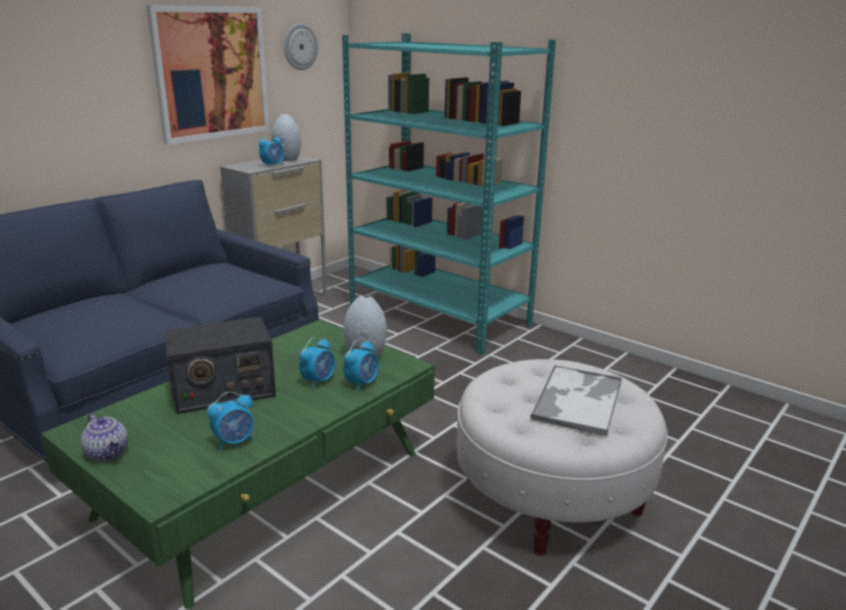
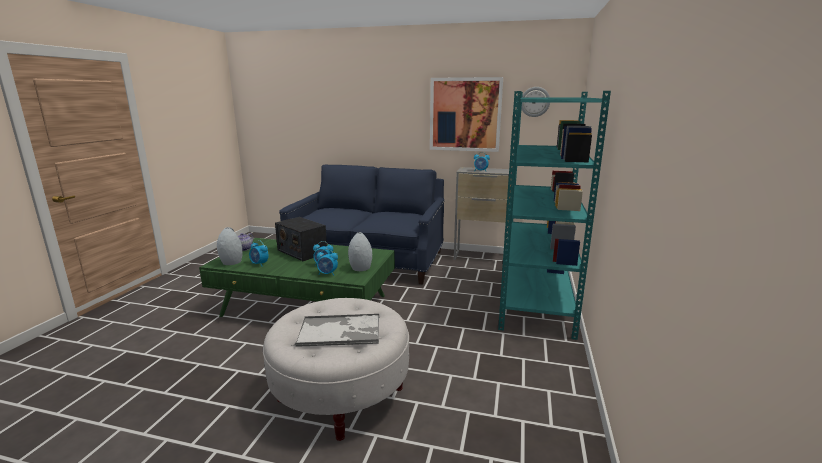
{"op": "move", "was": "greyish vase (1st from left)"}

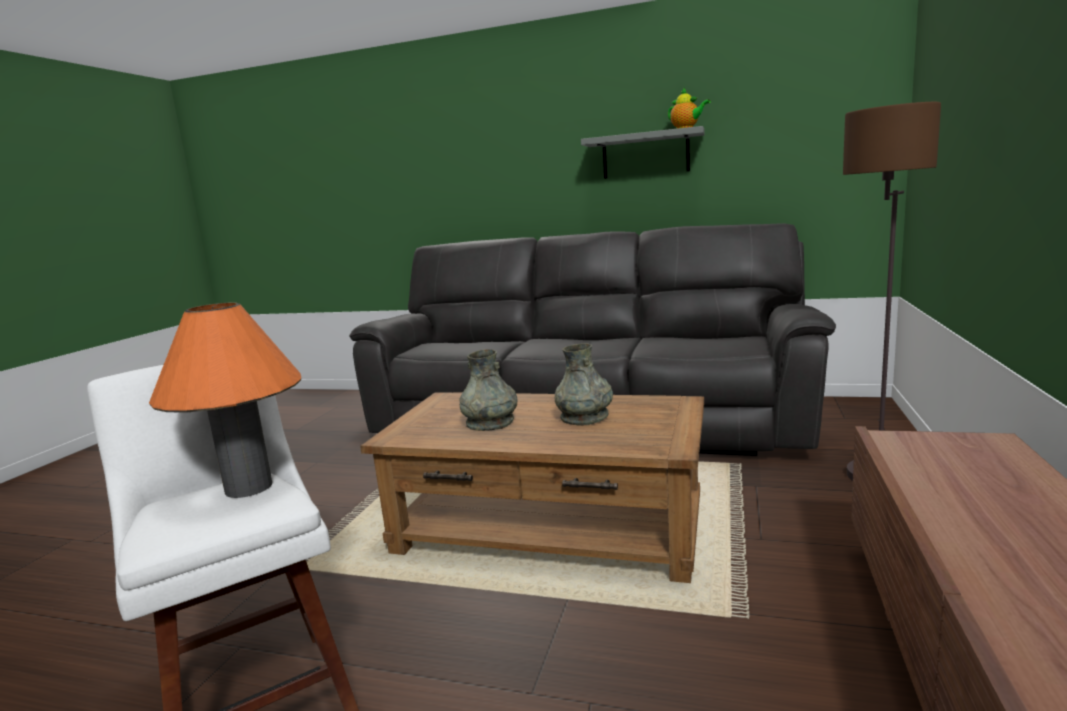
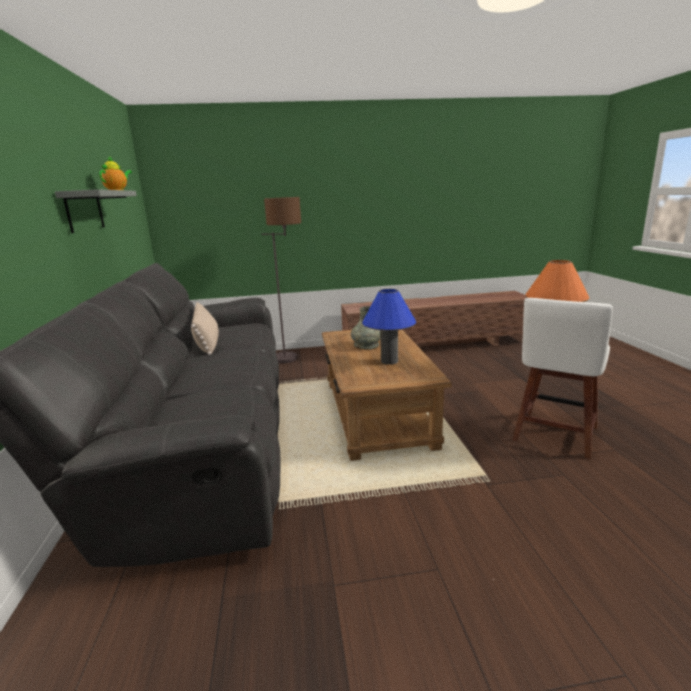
{"op": "insert", "now": "beige throw pillow"}
{"op": "replace", "was": "greyish vase (1st from left)", "now": "blue-coloured table lamp"}

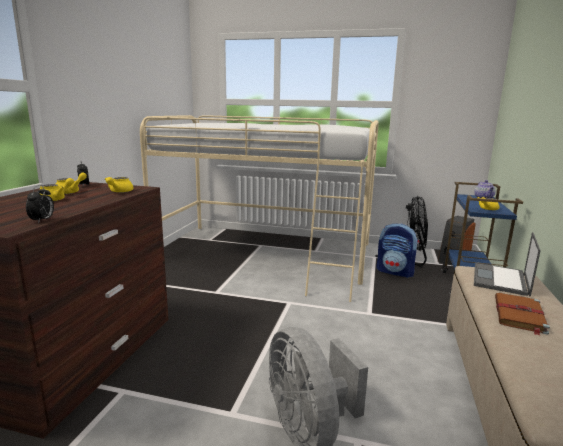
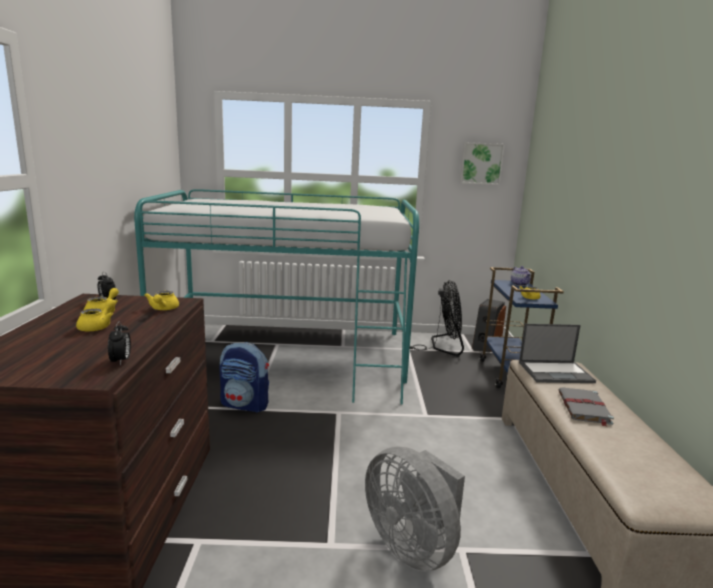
{"op": "recolor", "was": "beige bedroom bed", "now": "blue-green bedroom bed"}
{"op": "move", "was": "rucksack"}
{"op": "insert", "now": "picture"}
{"op": "rotate", "was": "laptop", "clockwise": -105}
{"op": "recolor", "was": "brownish book", "now": "greyish book"}

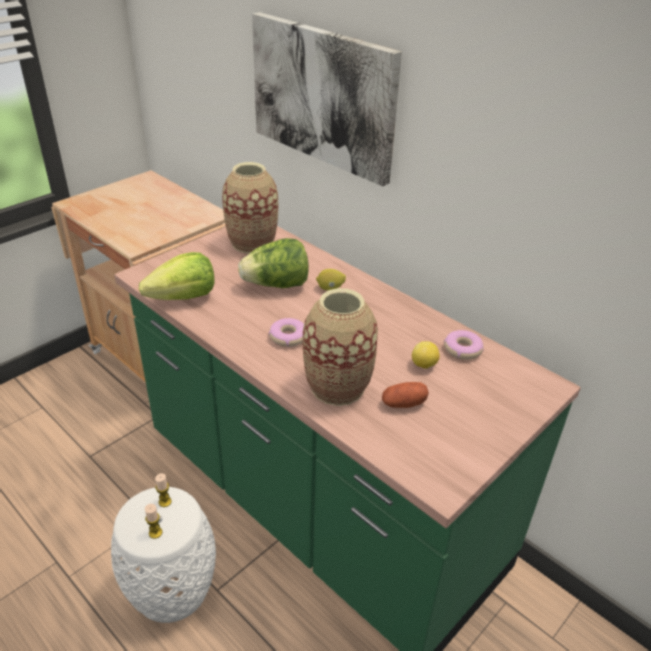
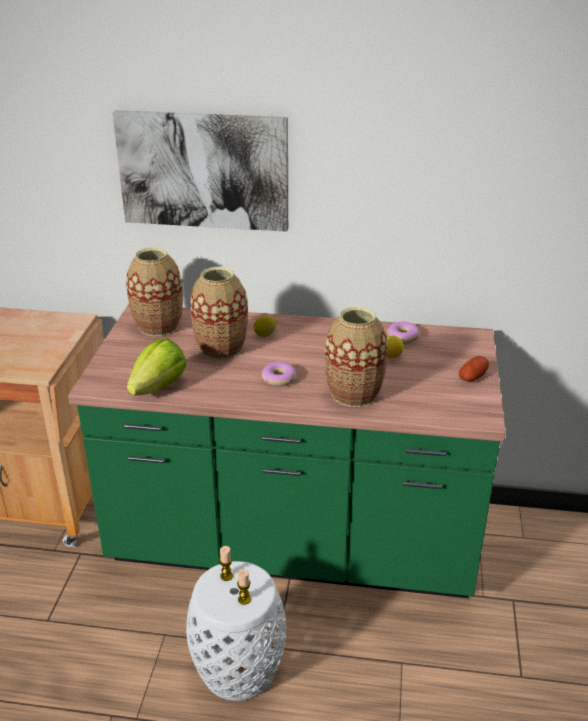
{"op": "replace", "was": "lettuce (2nd from left)", "now": "vase (2nd from left)"}
{"op": "move", "was": "potato"}

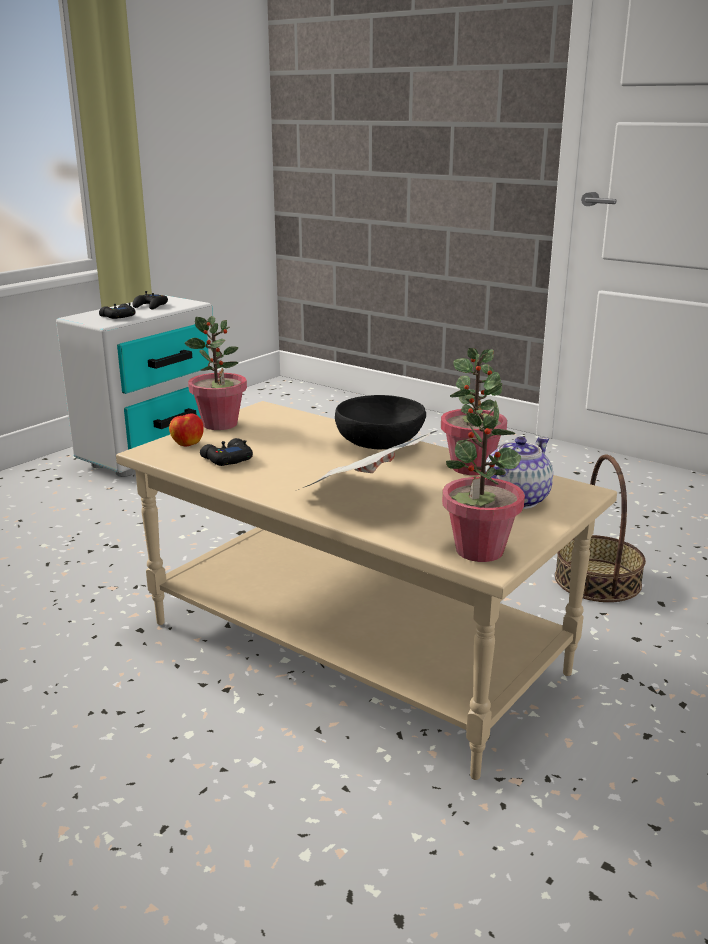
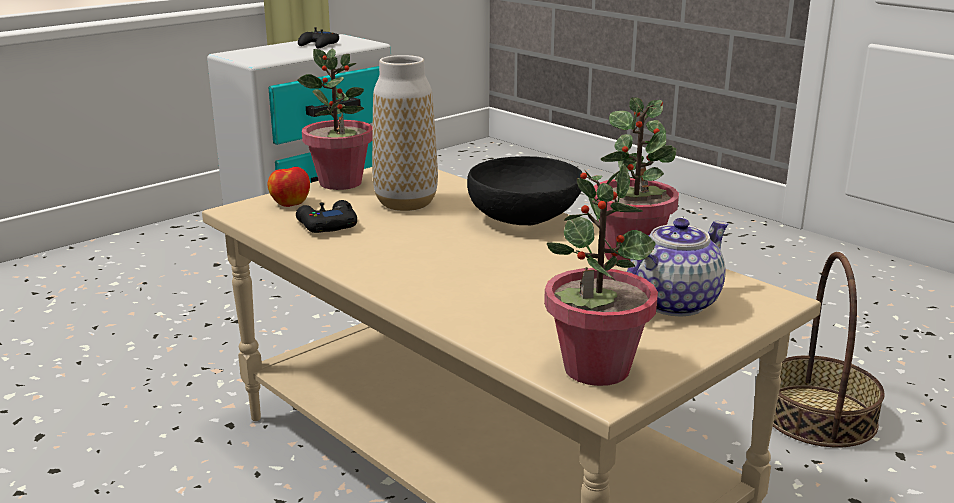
{"op": "insert", "now": "vase"}
{"op": "delete", "was": "blackish gamepad (1st from left)"}
{"op": "delete", "was": "newspaper"}

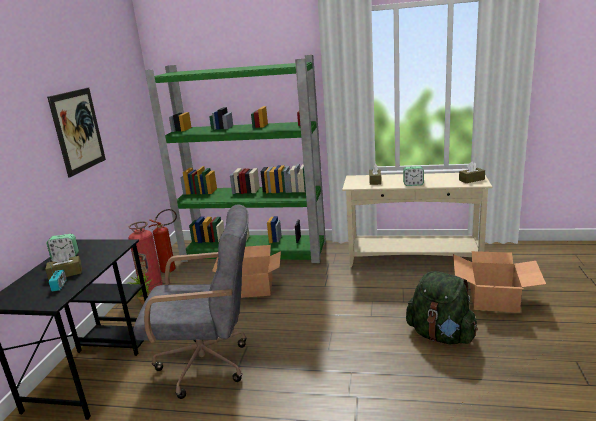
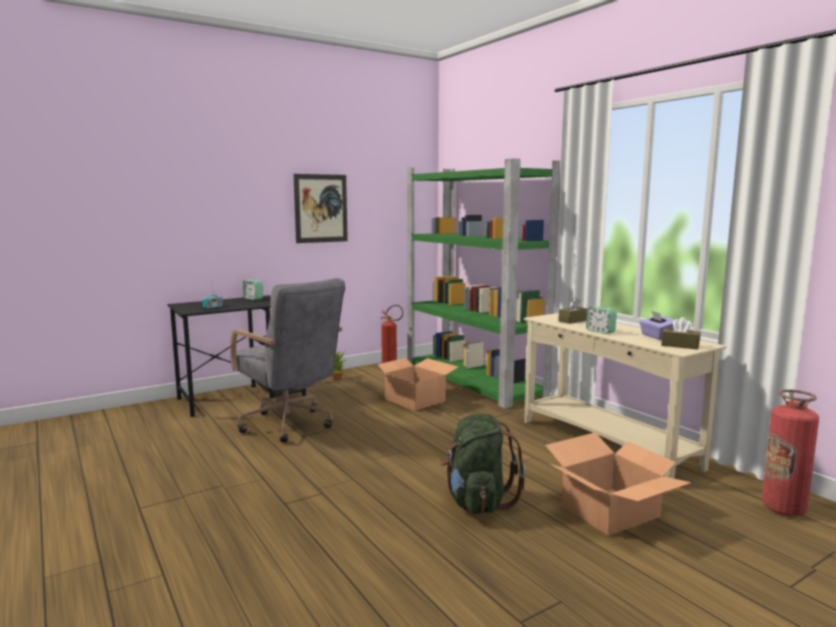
{"op": "insert", "now": "purple-coloured tissue box"}
{"op": "move", "was": "fire extinguisher (1st from left in the first image)", "now": "fire extinguisher (2nd from left)"}
{"op": "delete", "was": "brownish tissue box (1st from left)"}

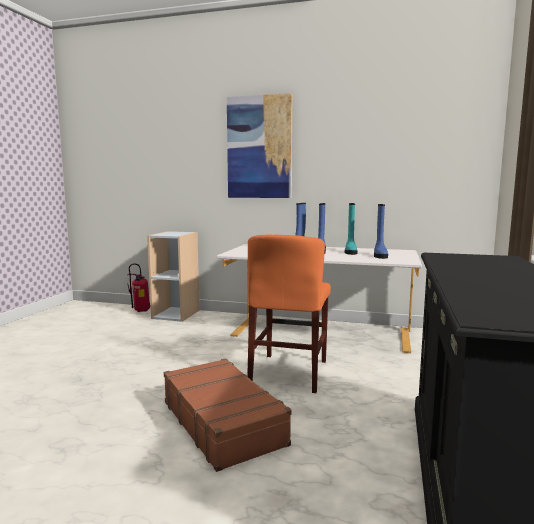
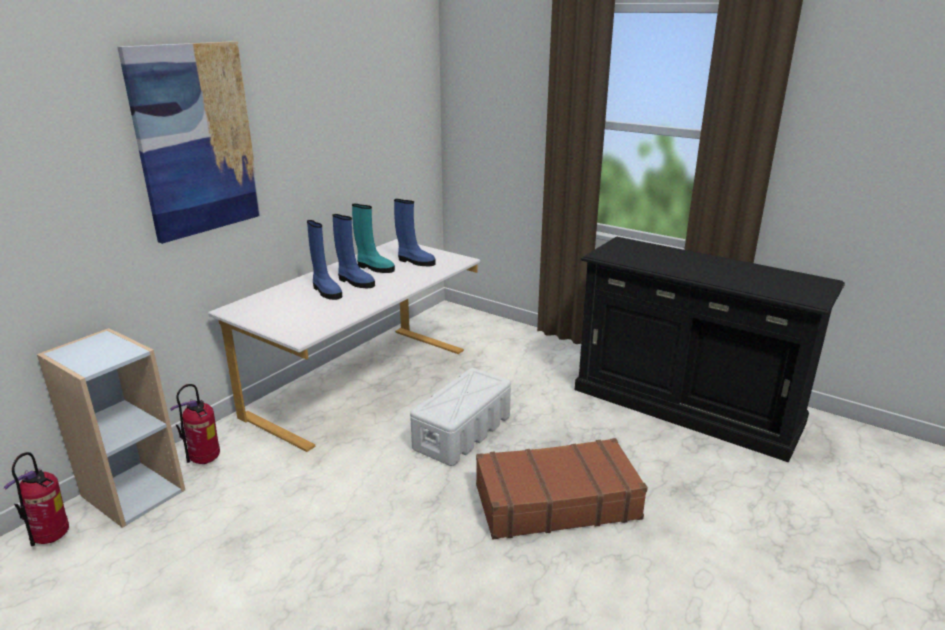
{"op": "insert", "now": "fire extinguisher (2nd from left)"}
{"op": "replace", "was": "orange upright chair", "now": "white-coloured storage bin"}

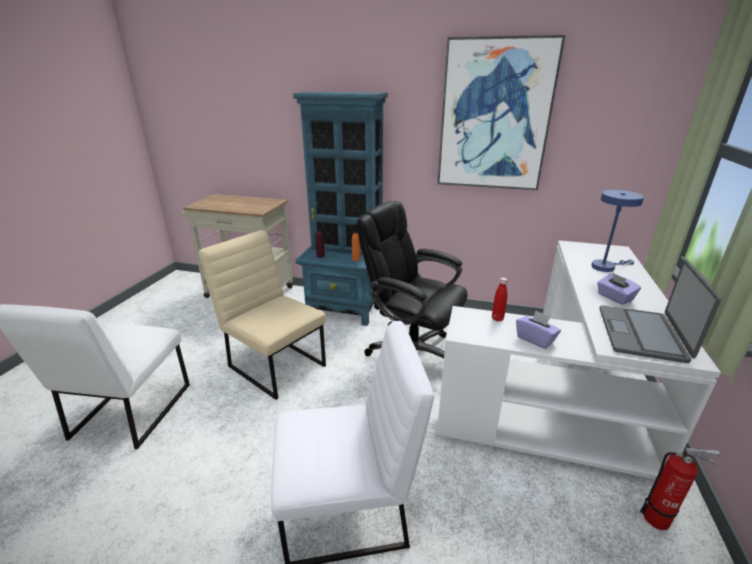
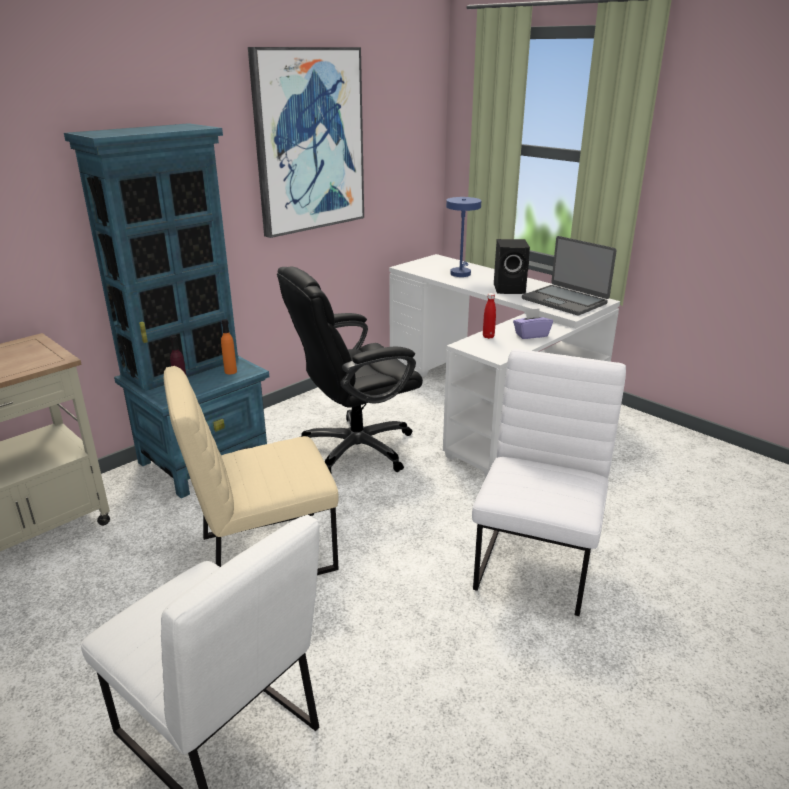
{"op": "replace", "was": "purple-coloured tissue box (2nd from left)", "now": "blackish speaker"}
{"op": "delete", "was": "fire extinguisher"}

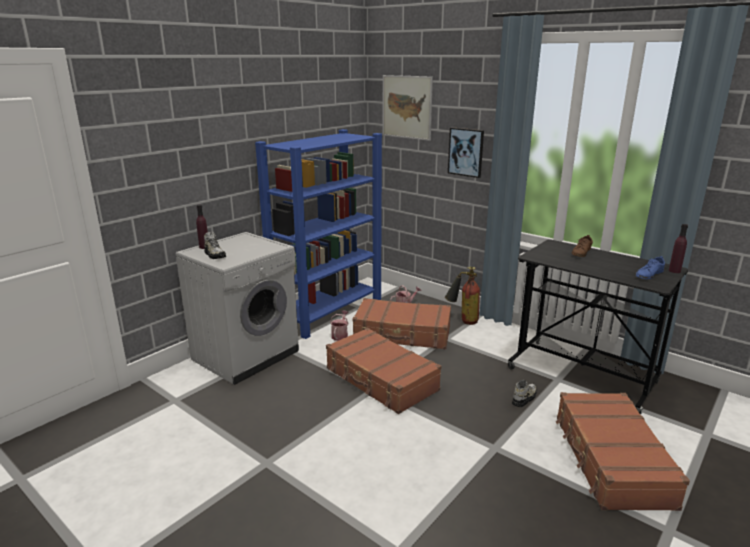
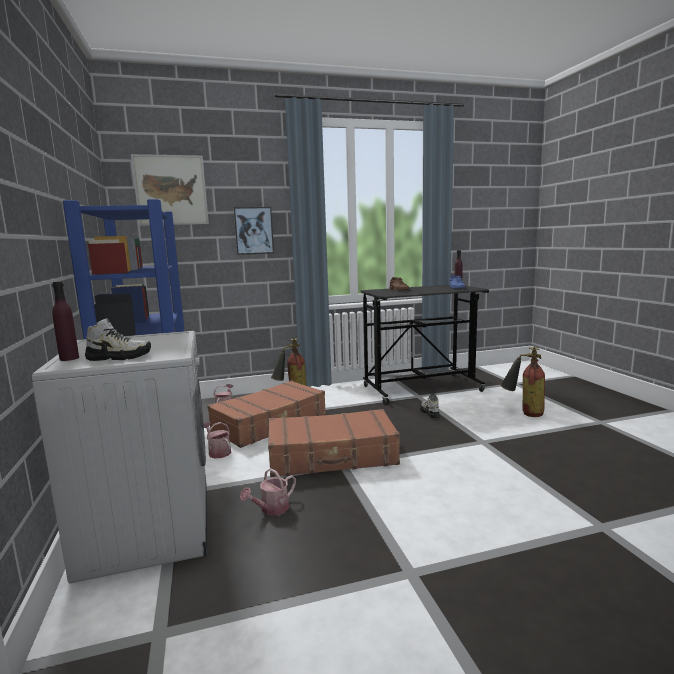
{"op": "insert", "now": "sprinkling can (3rd from left)"}
{"op": "replace", "was": "brownish piece of luggage (3rd from left)", "now": "fire extinguisher (2nd from left)"}

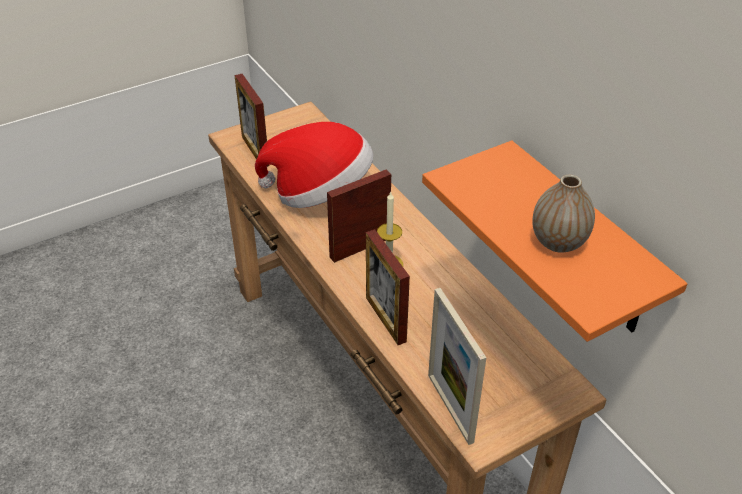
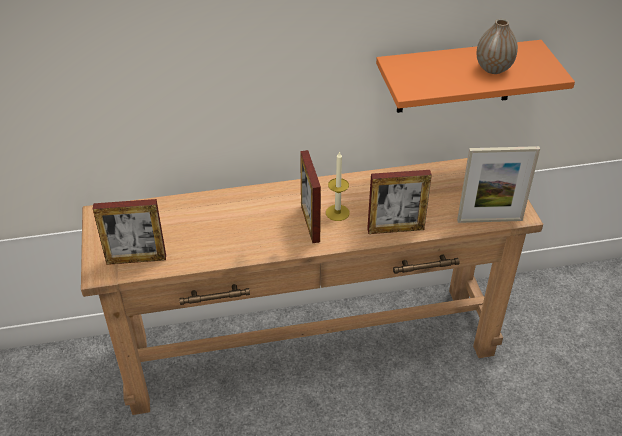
{"op": "delete", "was": "hat"}

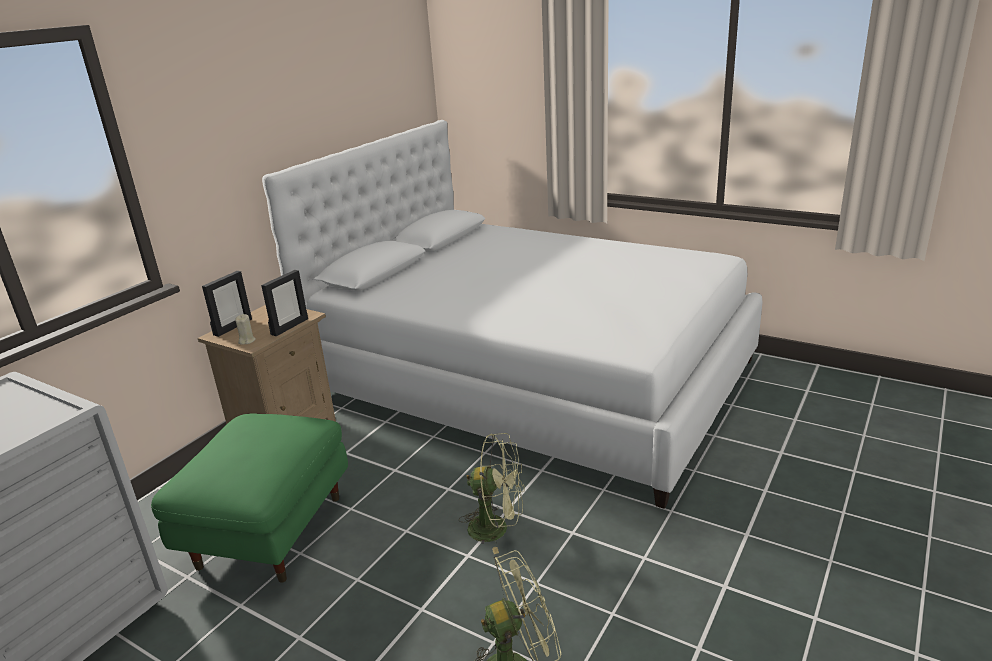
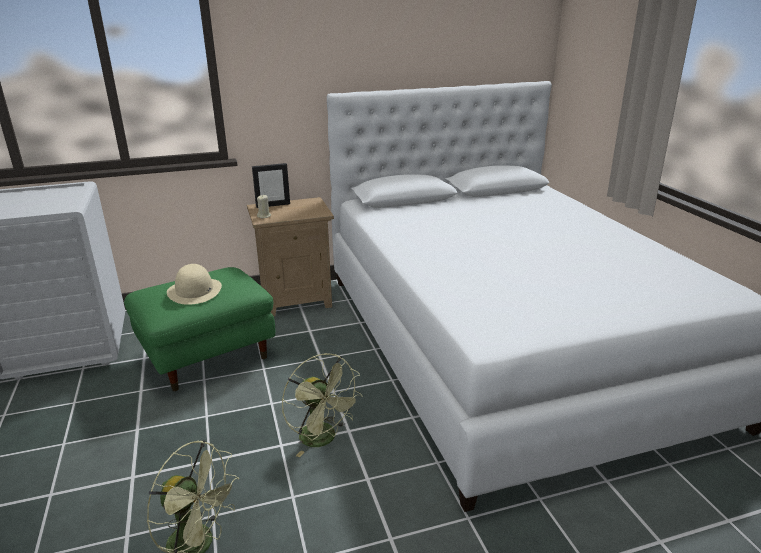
{"op": "insert", "now": "beige hat"}
{"op": "delete", "was": "photo frame (2nd from left)"}

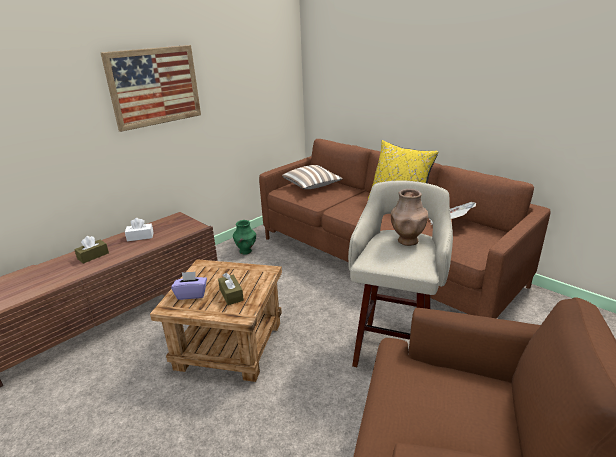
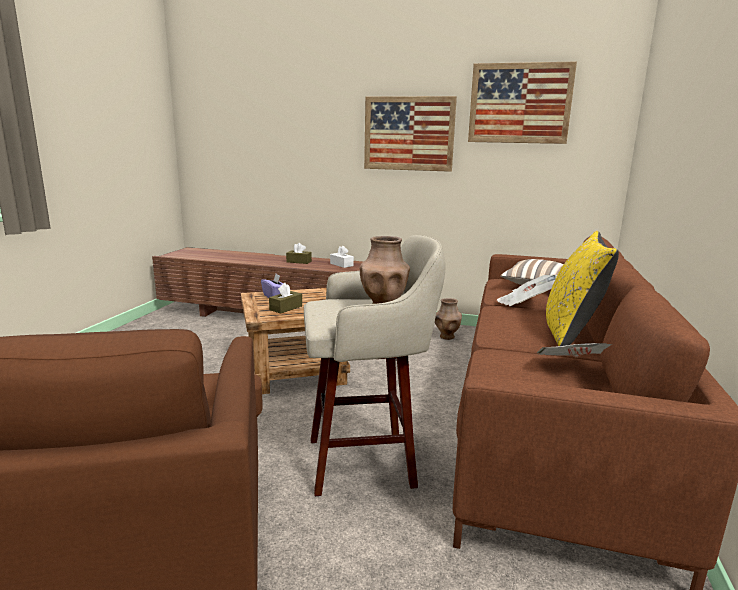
{"op": "recolor", "was": "green vase", "now": "brownish vase (2nd from left)"}
{"op": "insert", "now": "picture (2nd from left)"}
{"op": "insert", "now": "newspaper (1st from left)"}

